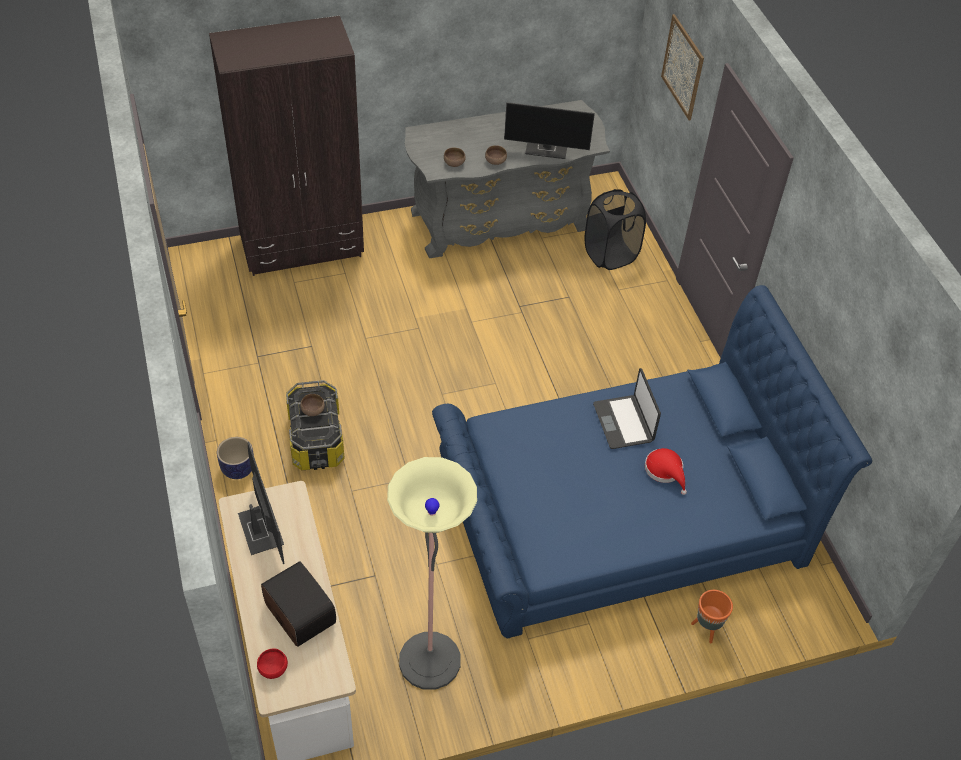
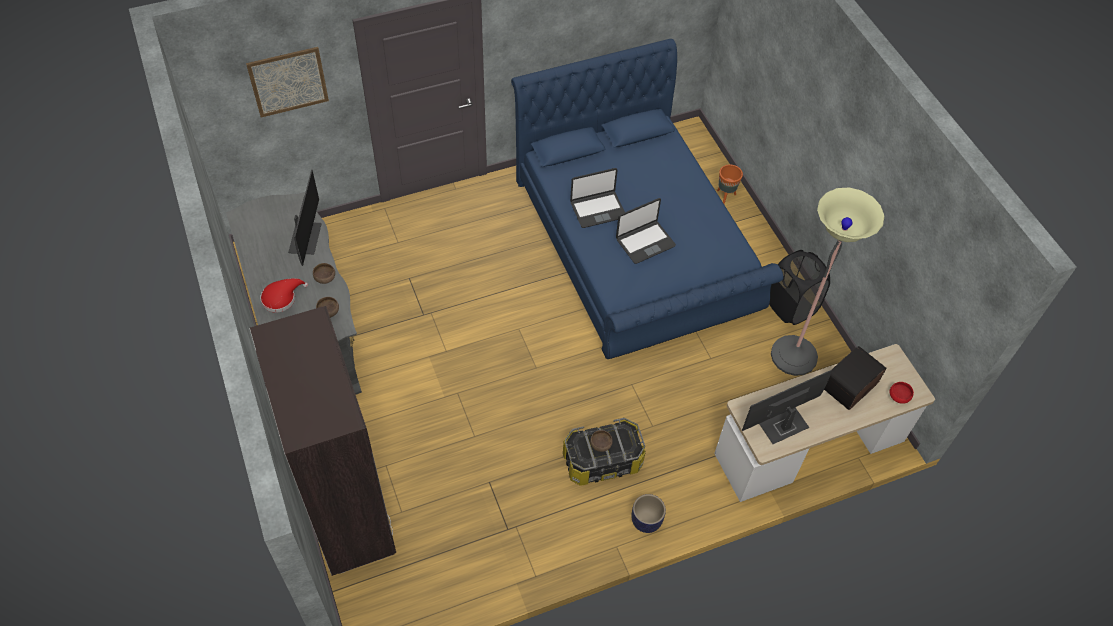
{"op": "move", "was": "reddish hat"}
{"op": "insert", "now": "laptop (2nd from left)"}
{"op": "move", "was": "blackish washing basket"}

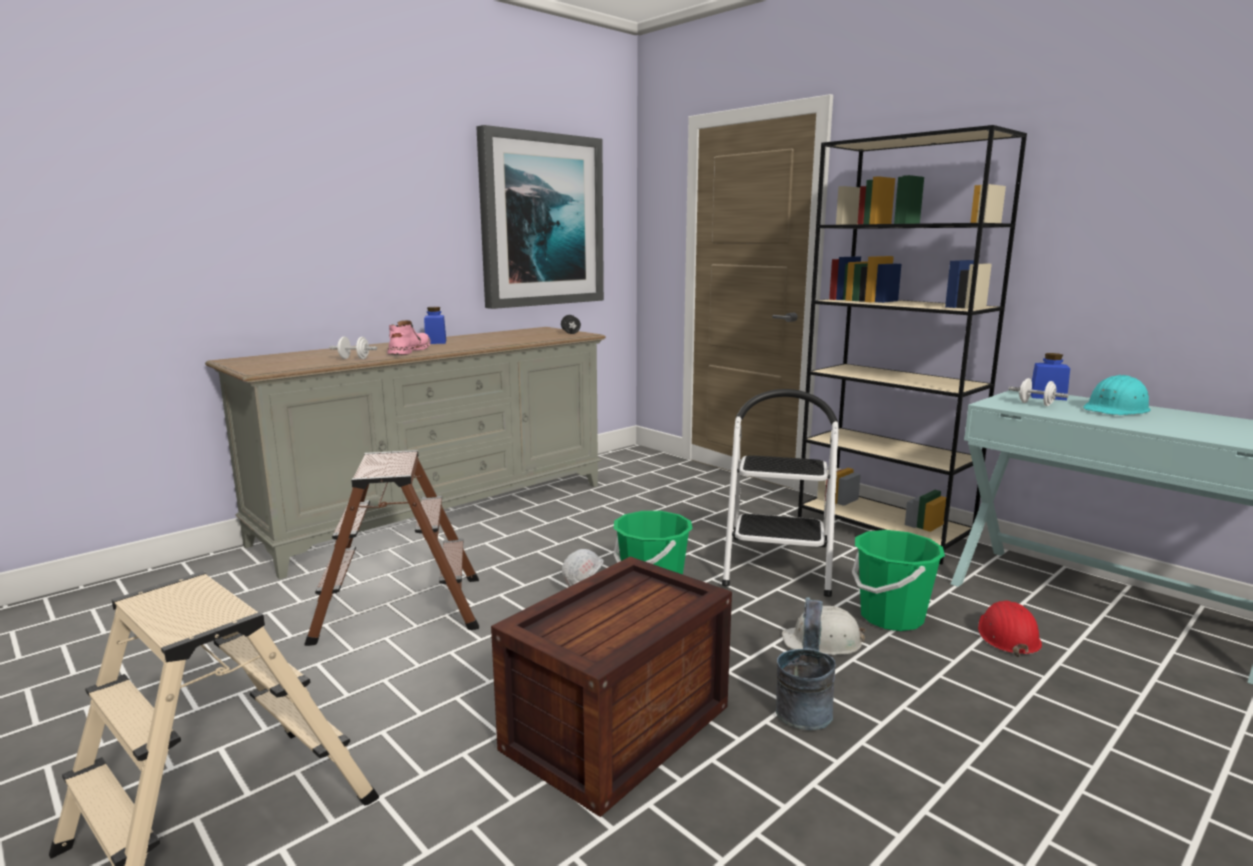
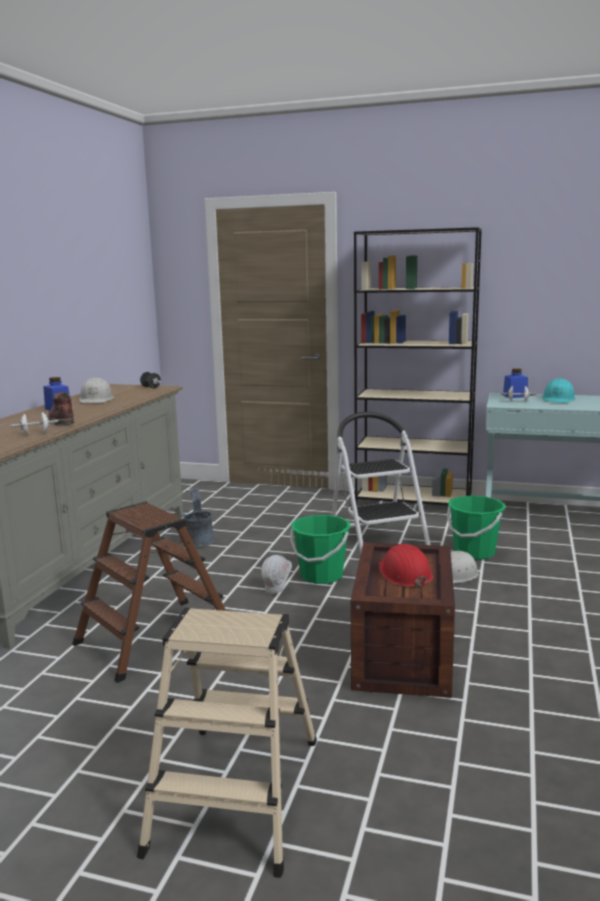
{"op": "recolor", "was": "pink-coloured tall boot", "now": "brownish tall boot"}
{"op": "insert", "now": "white-coloured work helmet (1st from left)"}
{"op": "move", "was": "greyish water bucket"}
{"op": "move", "was": "reddish work helmet"}
{"op": "delete", "was": "picture"}

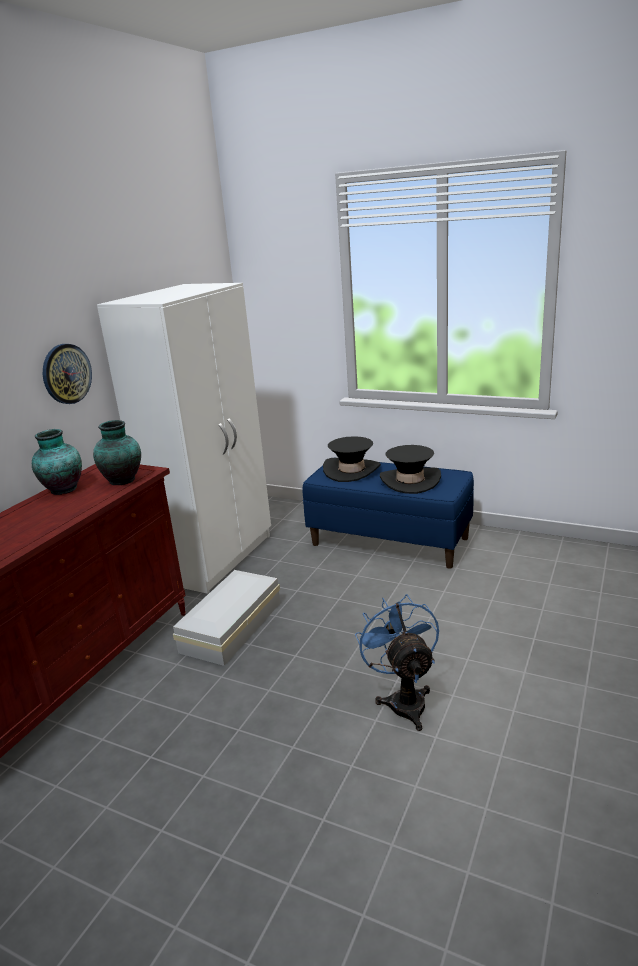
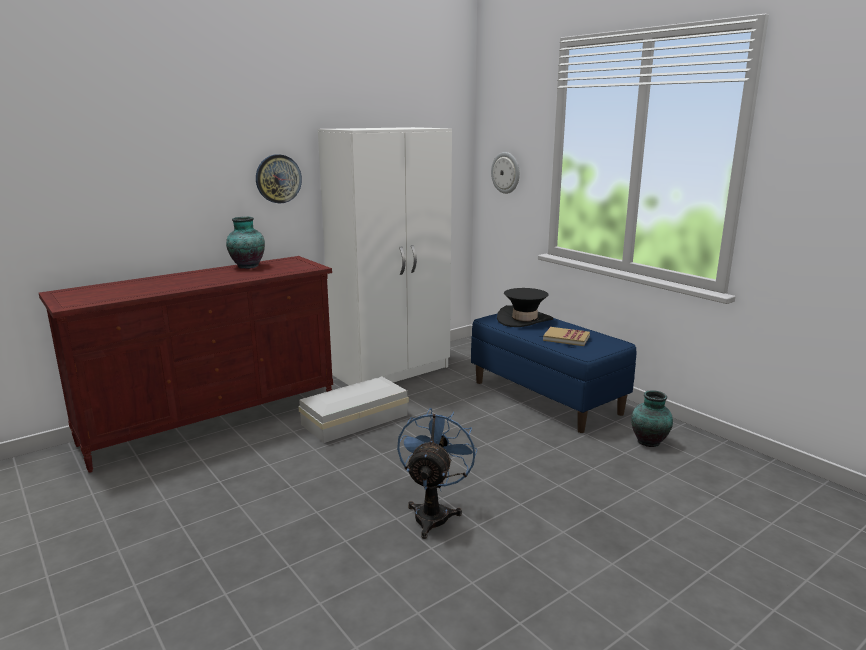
{"op": "insert", "now": "wall clock (2nd from left)"}
{"op": "replace", "was": "blackish hat (2nd from left)", "now": "book"}
{"op": "move", "was": "vase (2nd from left)"}

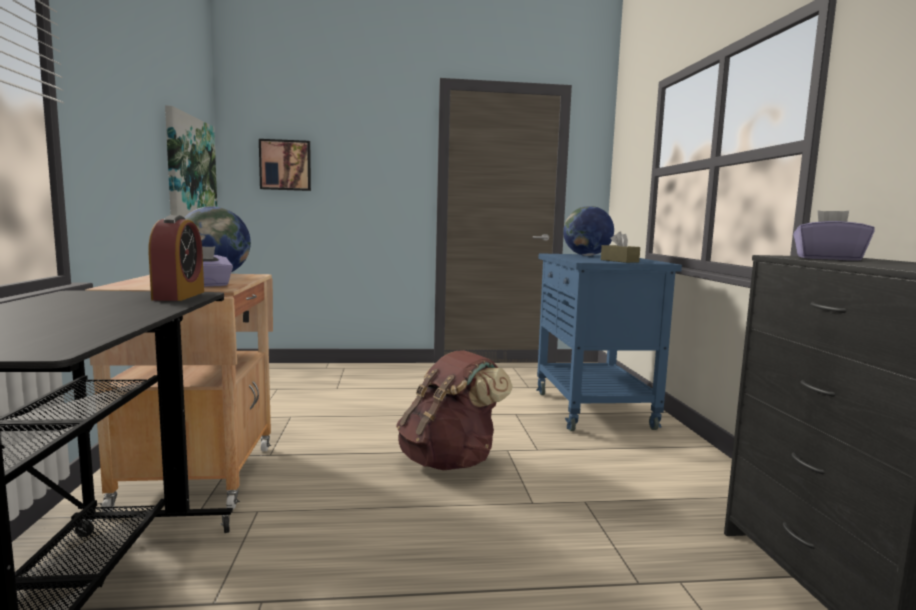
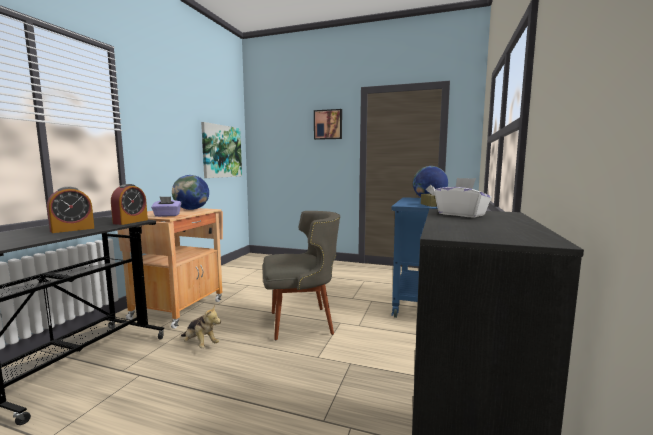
{"op": "insert", "now": "table clock (1st from left)"}
{"op": "insert", "now": "soft toy"}
{"op": "replace", "was": "brownish rucksack", "now": "greyish upright chair"}
{"op": "move", "was": "picture (2nd from left)"}
{"op": "recolor", "was": "purple-coloured tissue box (2nd from left)", "now": "white-coloured tissue box"}

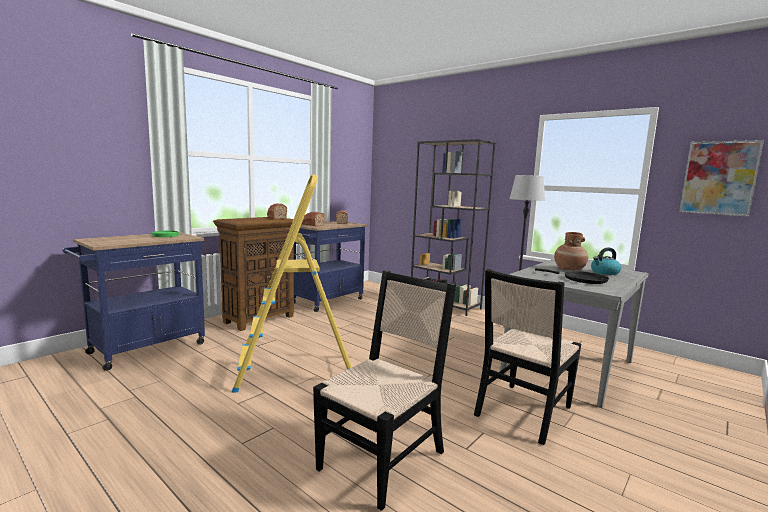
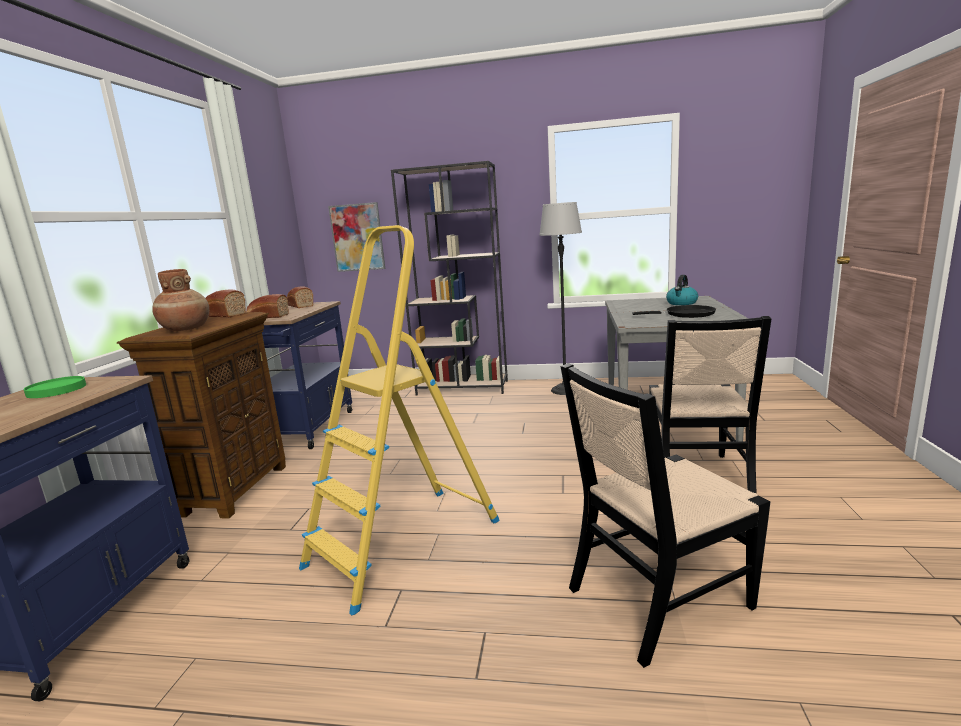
{"op": "move", "was": "brownish vase"}
{"op": "move", "was": "picture"}
{"op": "rotate", "was": "upright chair (1st from left)", "clockwise": -120}

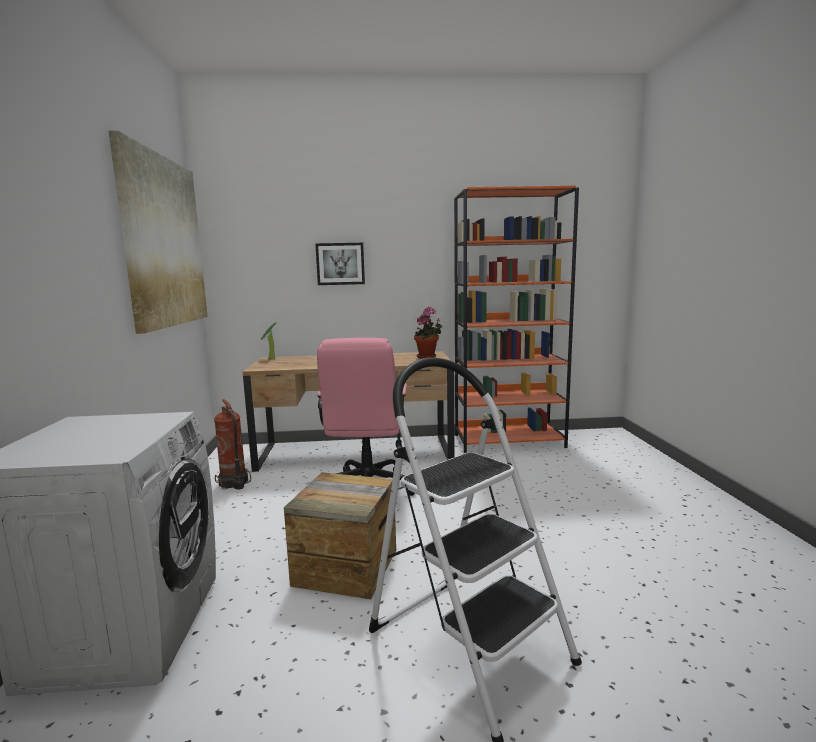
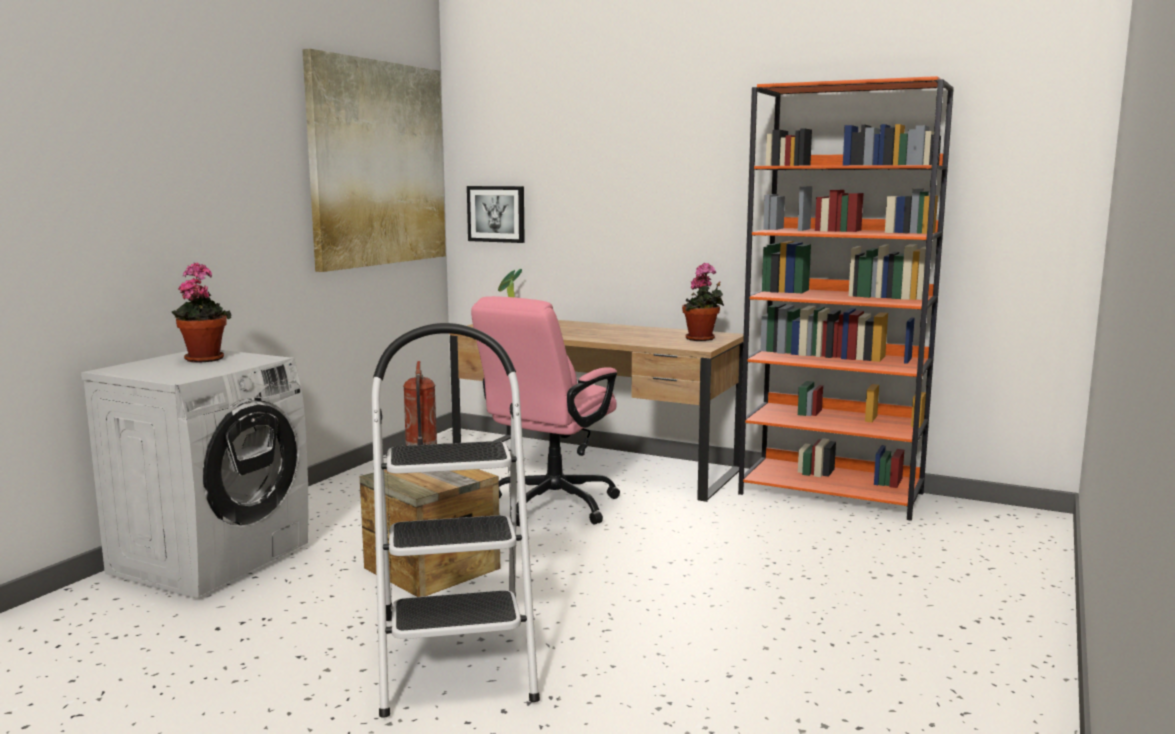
{"op": "insert", "now": "houseplant (1st from left)"}
{"op": "move", "was": "picture (2nd from left)"}

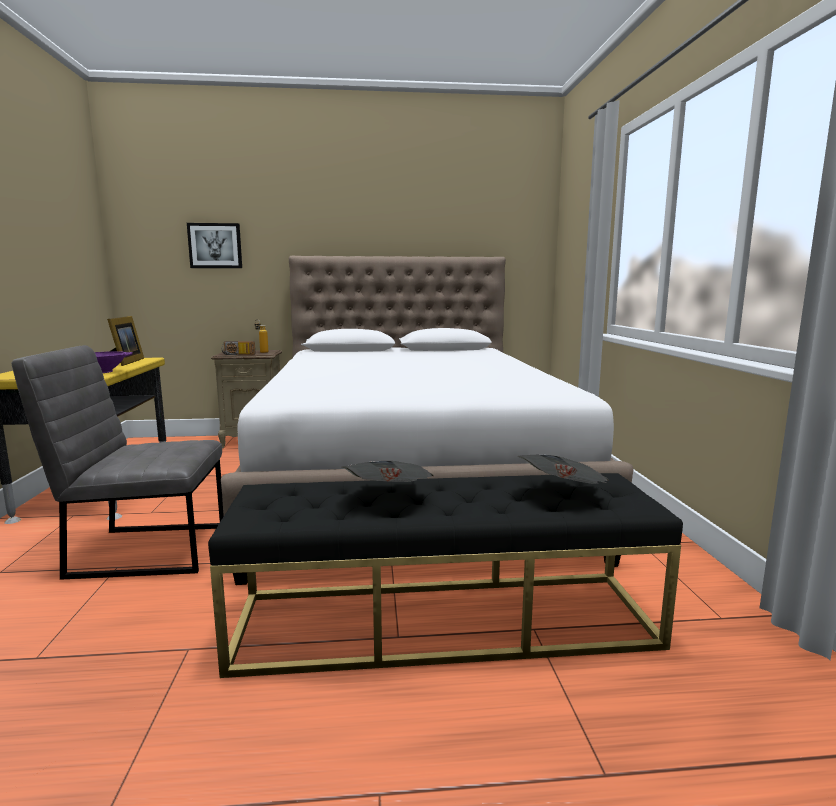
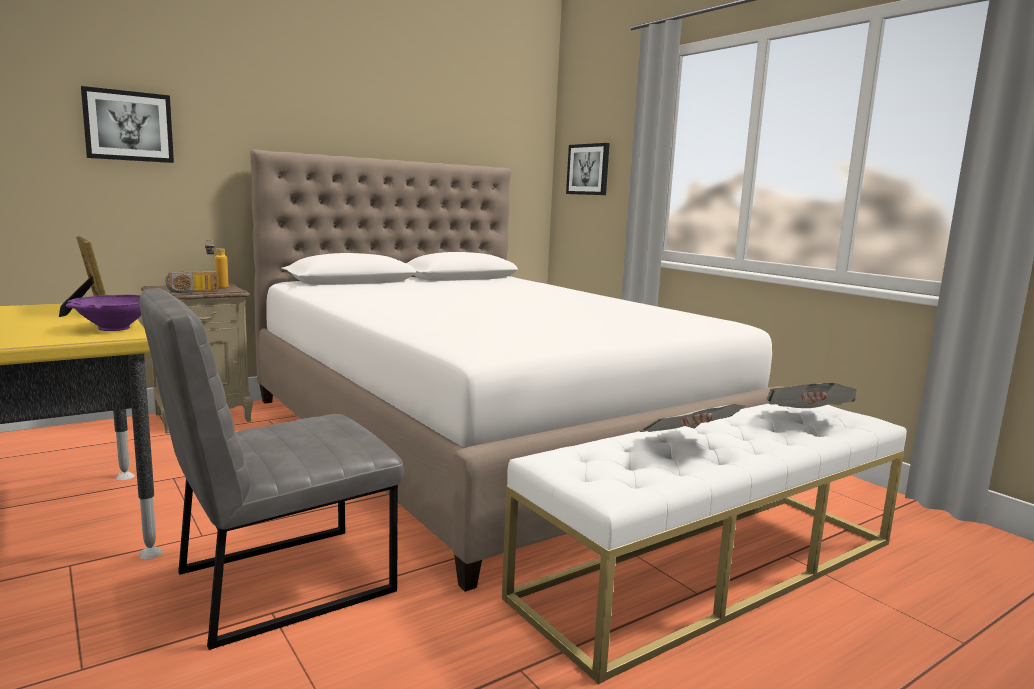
{"op": "recolor", "was": "blackish bench", "now": "white-coloured bench"}
{"op": "insert", "now": "picture (2nd from left)"}

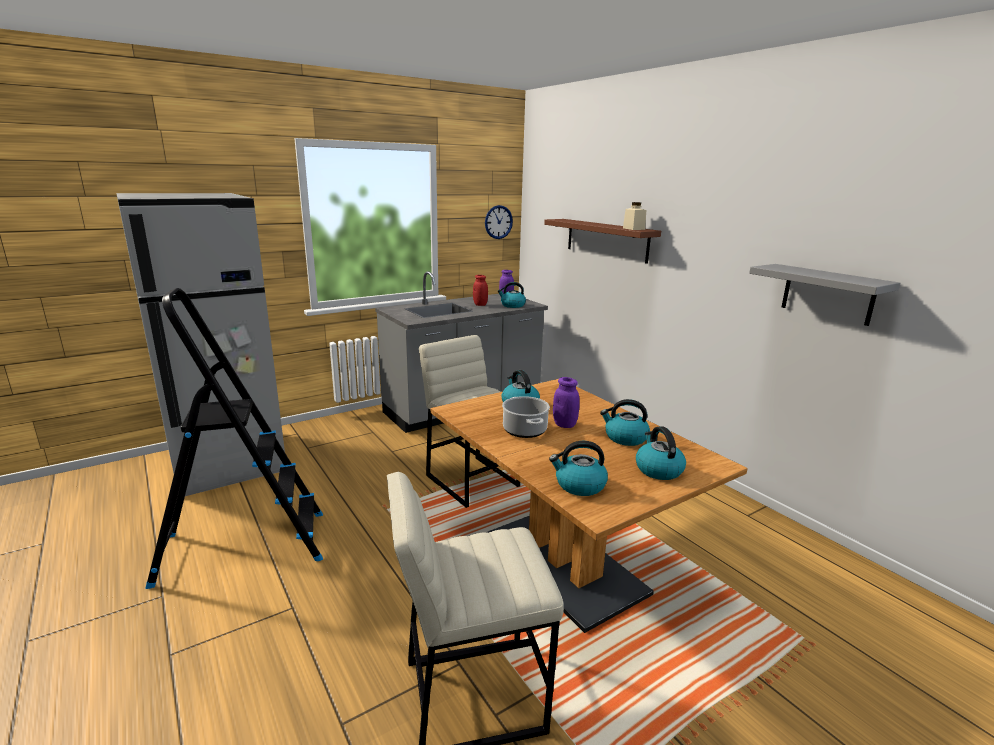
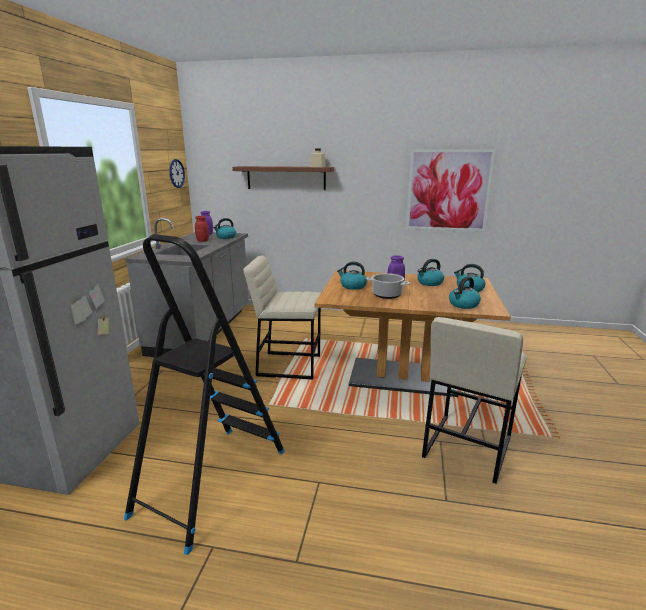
{"op": "replace", "was": "greyish wall shelf", "now": "picture"}

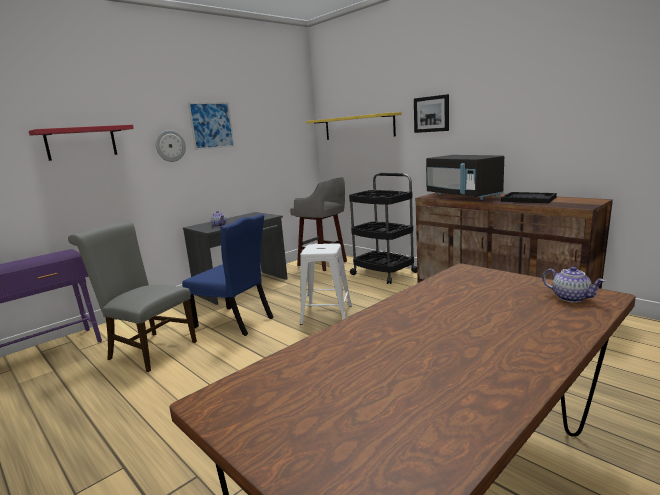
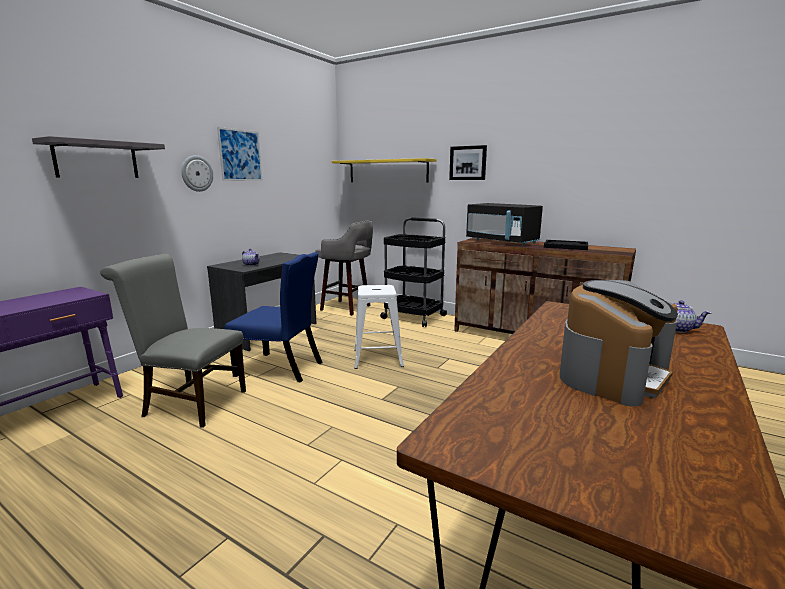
{"op": "recolor", "was": "reddish wall shelf", "now": "greyish wall shelf"}
{"op": "insert", "now": "coffee brewer"}

